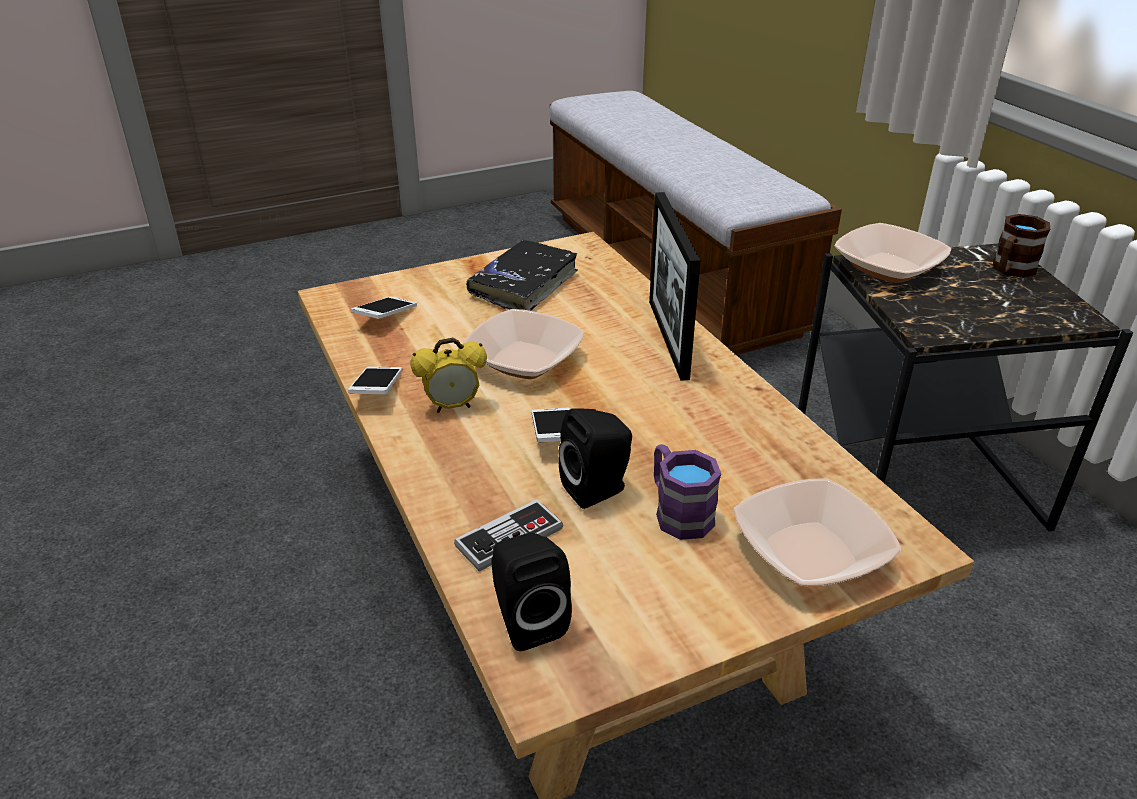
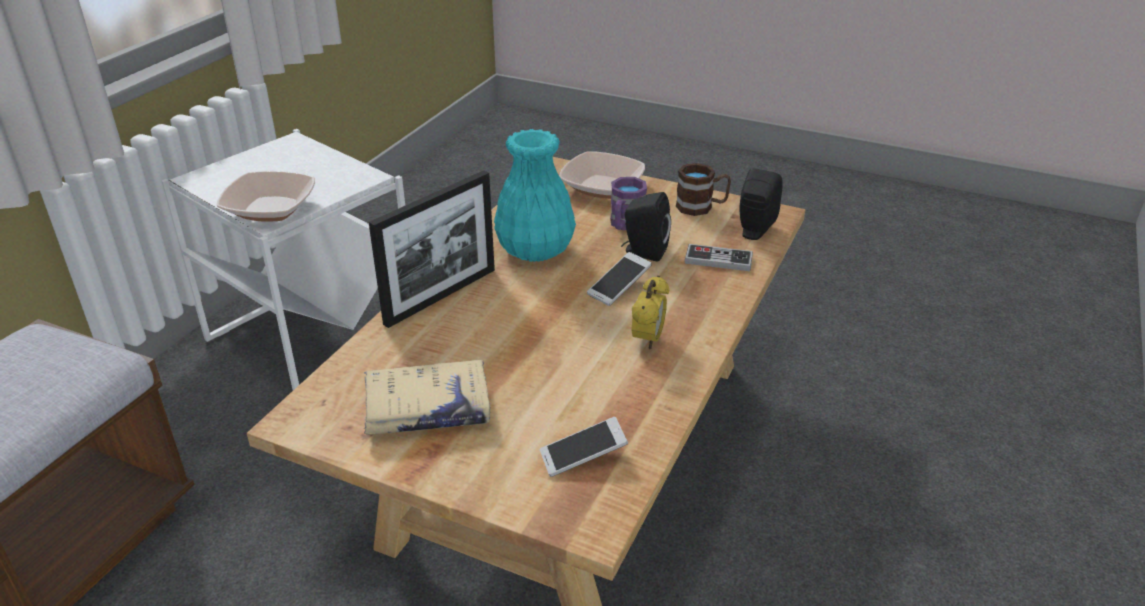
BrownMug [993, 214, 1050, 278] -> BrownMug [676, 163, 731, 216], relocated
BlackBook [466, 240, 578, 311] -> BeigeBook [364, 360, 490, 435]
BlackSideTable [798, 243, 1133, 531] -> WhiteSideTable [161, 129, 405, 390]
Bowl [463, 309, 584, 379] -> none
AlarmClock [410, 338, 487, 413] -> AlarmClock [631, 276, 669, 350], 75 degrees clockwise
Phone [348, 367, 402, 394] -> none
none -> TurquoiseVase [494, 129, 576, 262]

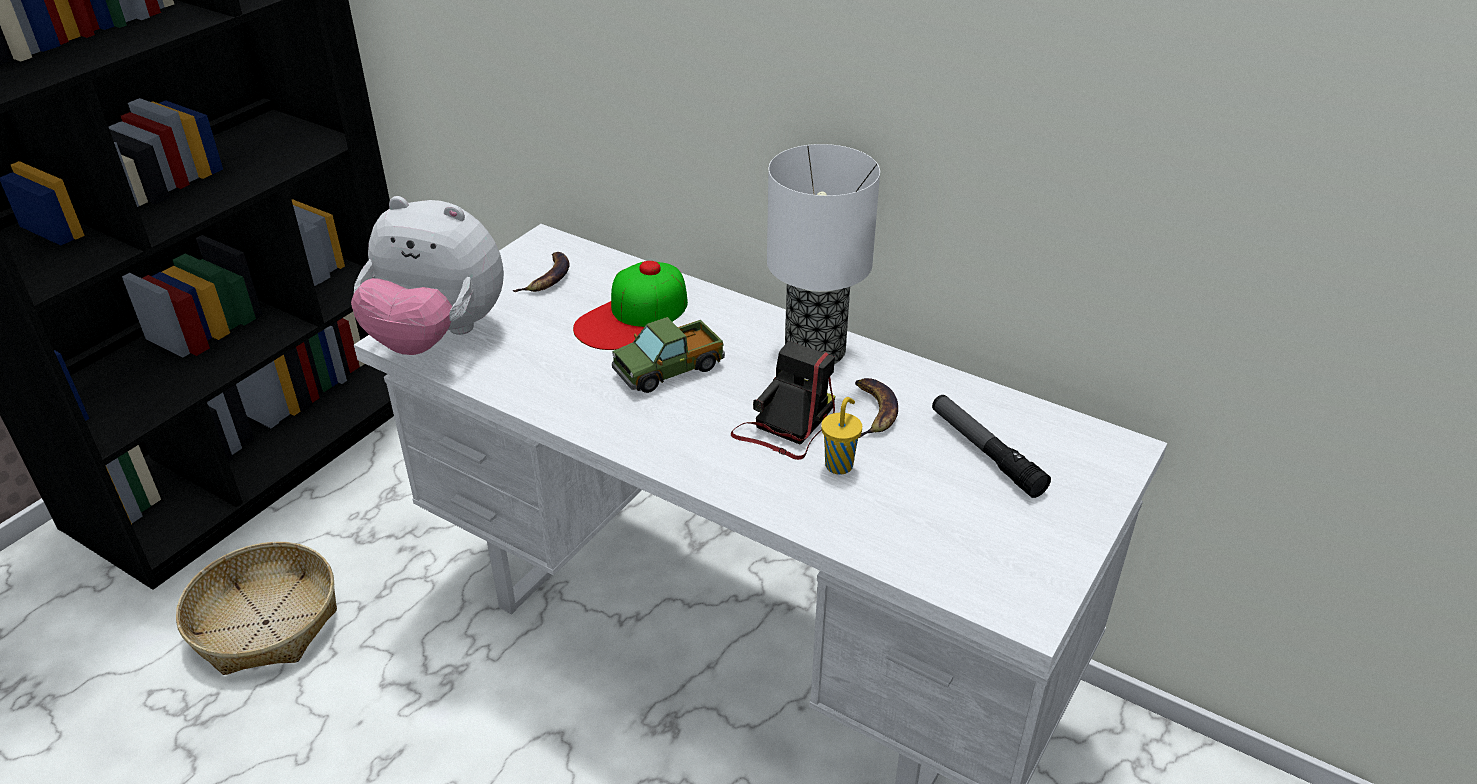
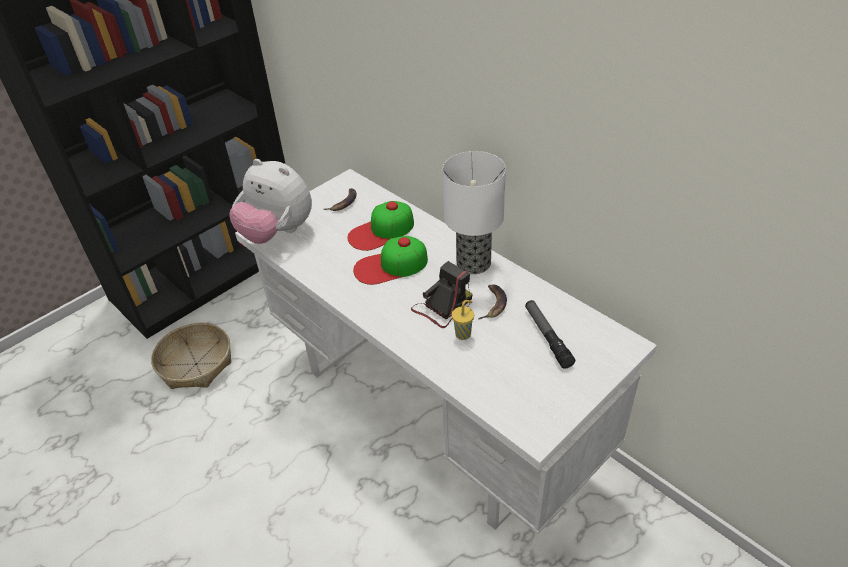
ToyTruck [612, 317, 725, 393] -> Cap [353, 236, 428, 285]

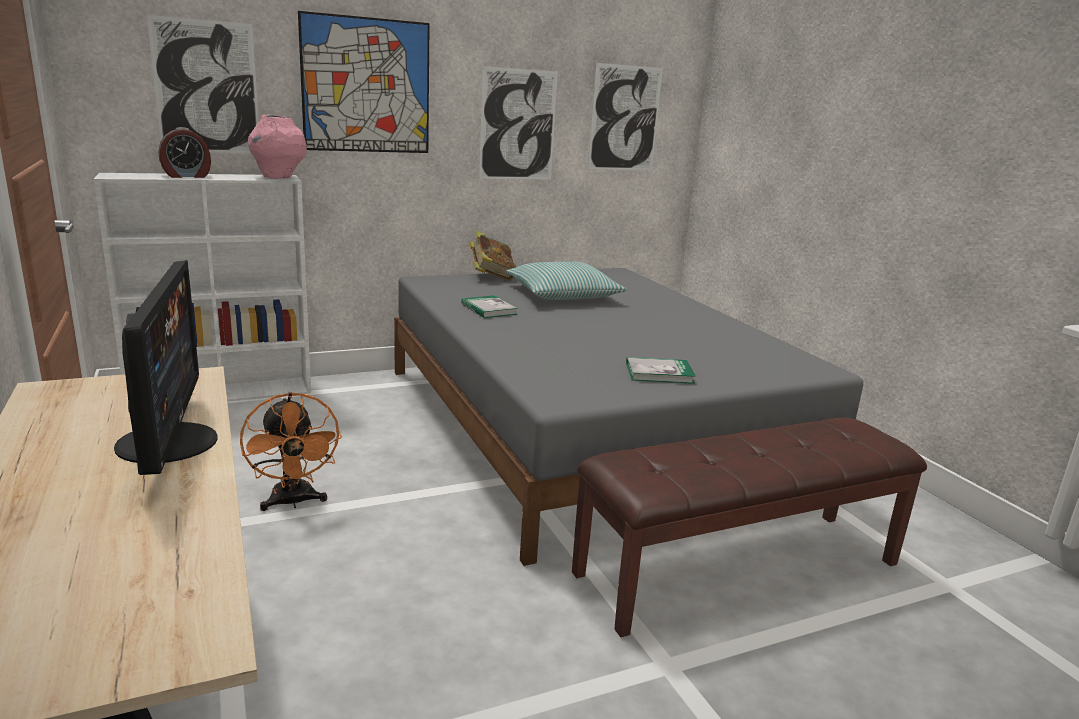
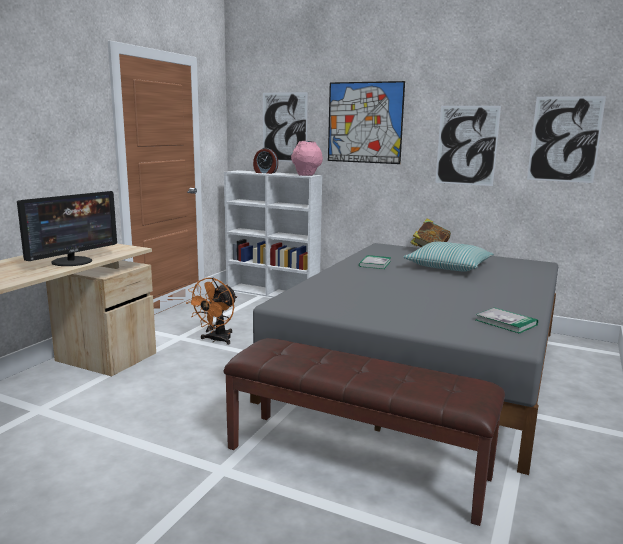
Book [626, 357, 696, 384] -> Book [476, 307, 538, 334], relocated

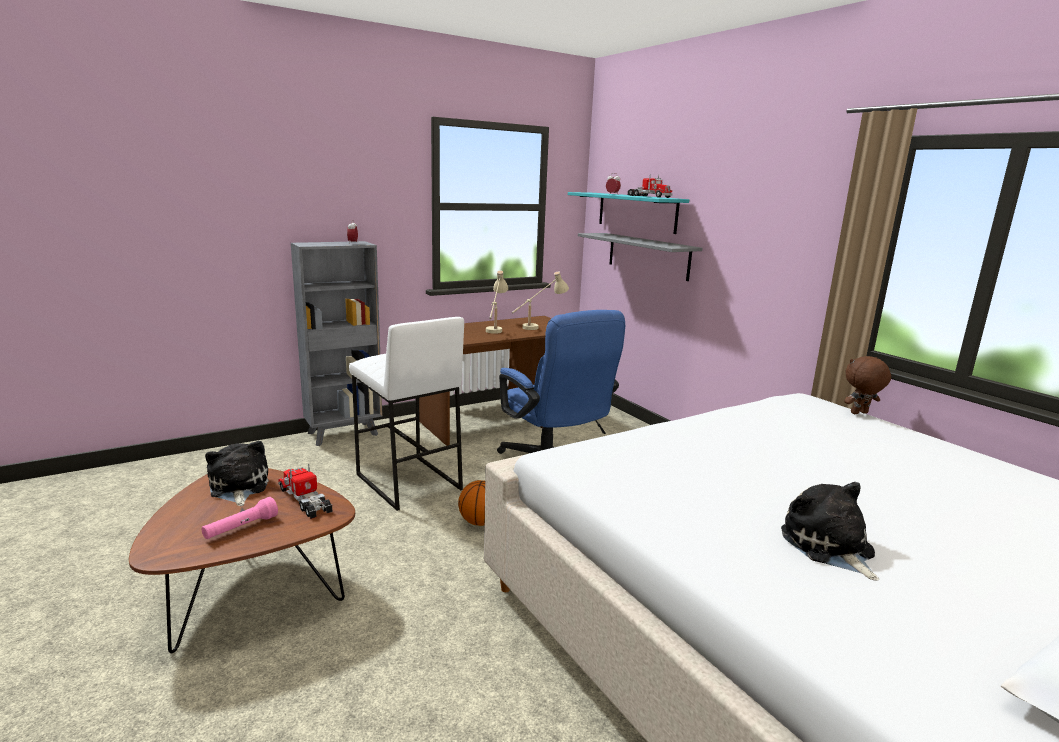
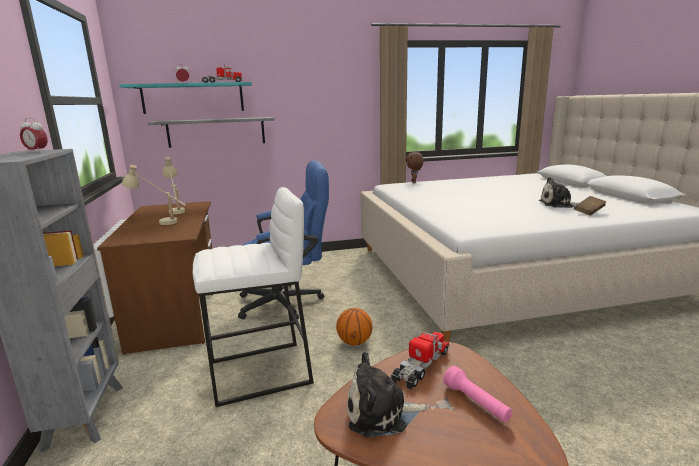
ToyTruck [278, 464, 332, 519] -> ToyTruck [391, 330, 449, 390], 150 degrees clockwise
none -> BrownBook [574, 196, 607, 216]

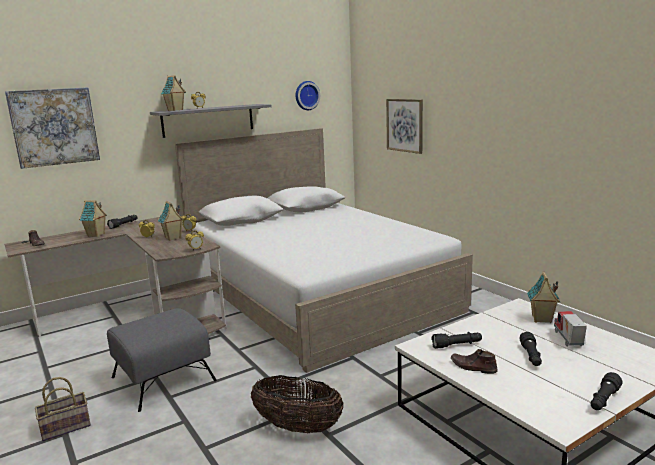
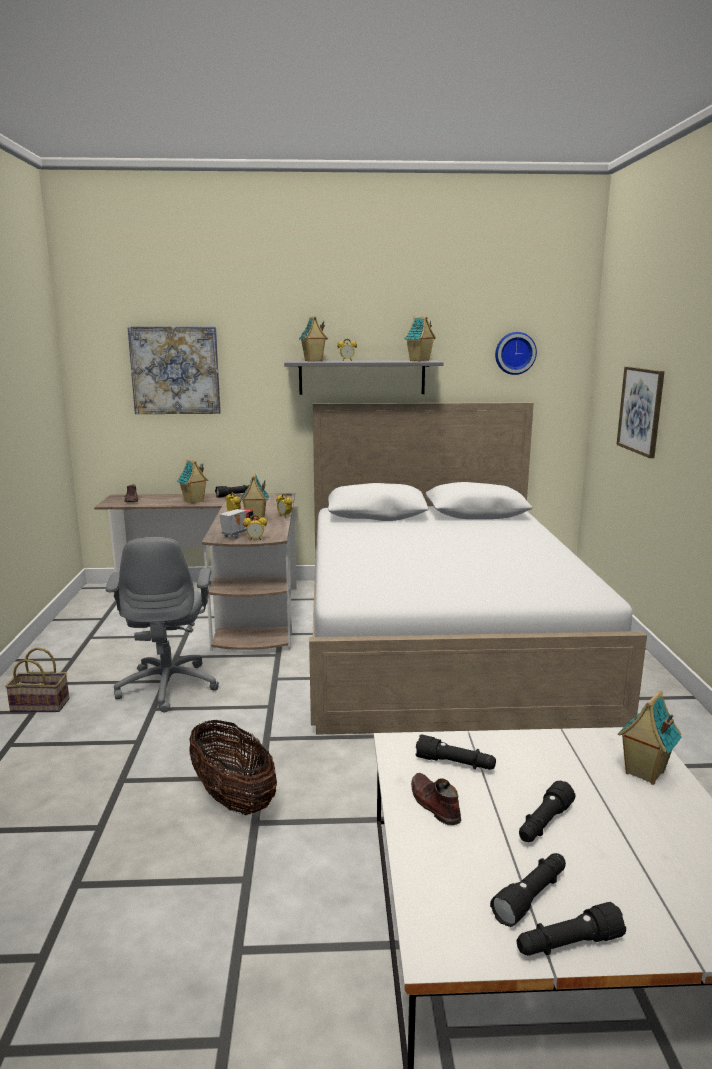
GreyOttoman [107, 308, 217, 412] -> GreyOfficeChair [106, 537, 219, 712]
ToyTruck [554, 311, 587, 347] -> ToyTruck [220, 508, 258, 539], relocated
none -> ToyHouse [405, 316, 436, 361]
none -> BlackFlashlight [490, 853, 566, 927]

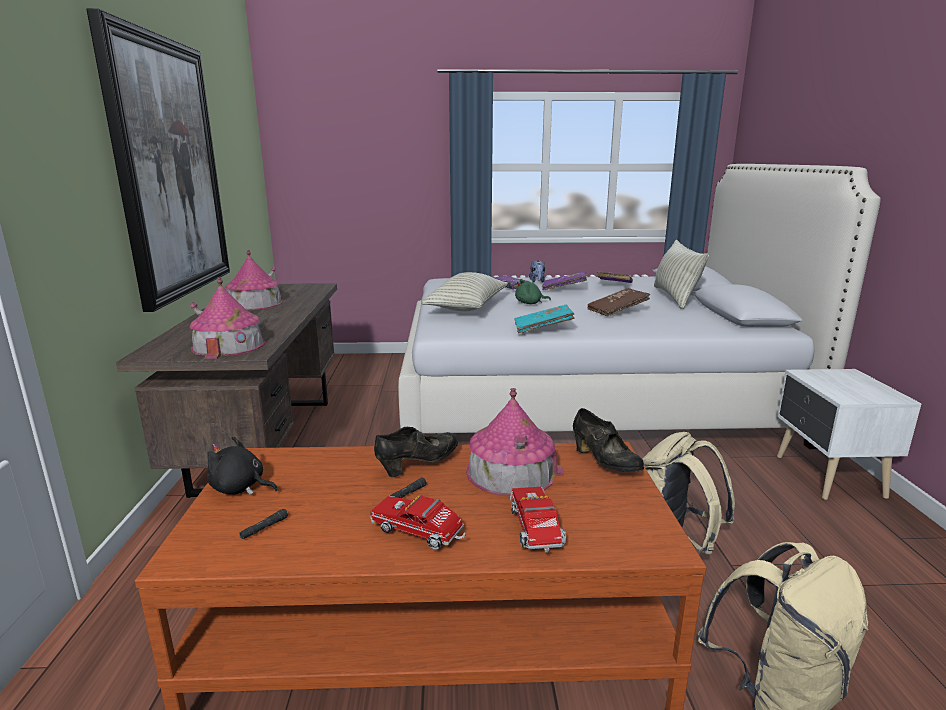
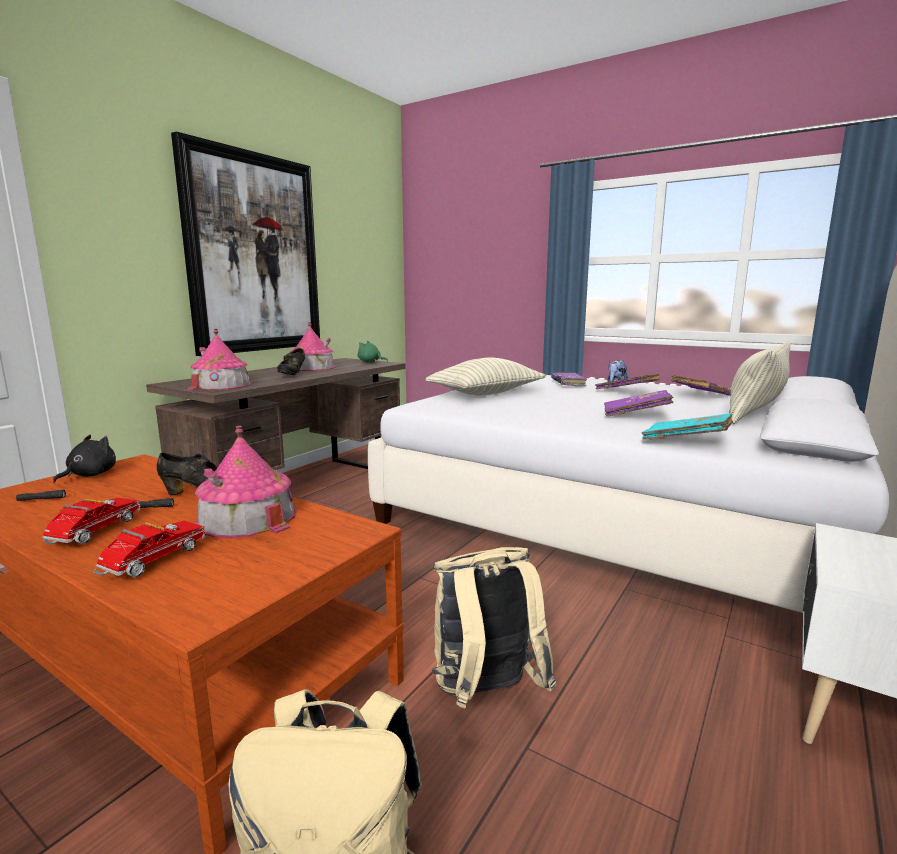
GreenPlushToy [515, 279, 551, 304] -> GreenPlushToy [358, 341, 388, 363], relocated
BrownBook [587, 288, 650, 316] -> PurpleBook [604, 390, 674, 416]
TurquoiseBook [514, 305, 575, 333] -> TurquoiseBook [642, 414, 733, 440], relocated
BlackShoe [573, 408, 644, 472] -> BlackShoe [277, 348, 305, 375], relocated
BlackPlushToy [207, 436, 278, 495] -> BlackPlushToy [53, 435, 116, 483], 60 degrees clockwise
ToyTruck [370, 495, 466, 549] -> ToyTruck [42, 498, 141, 544], 45 degrees clockwise

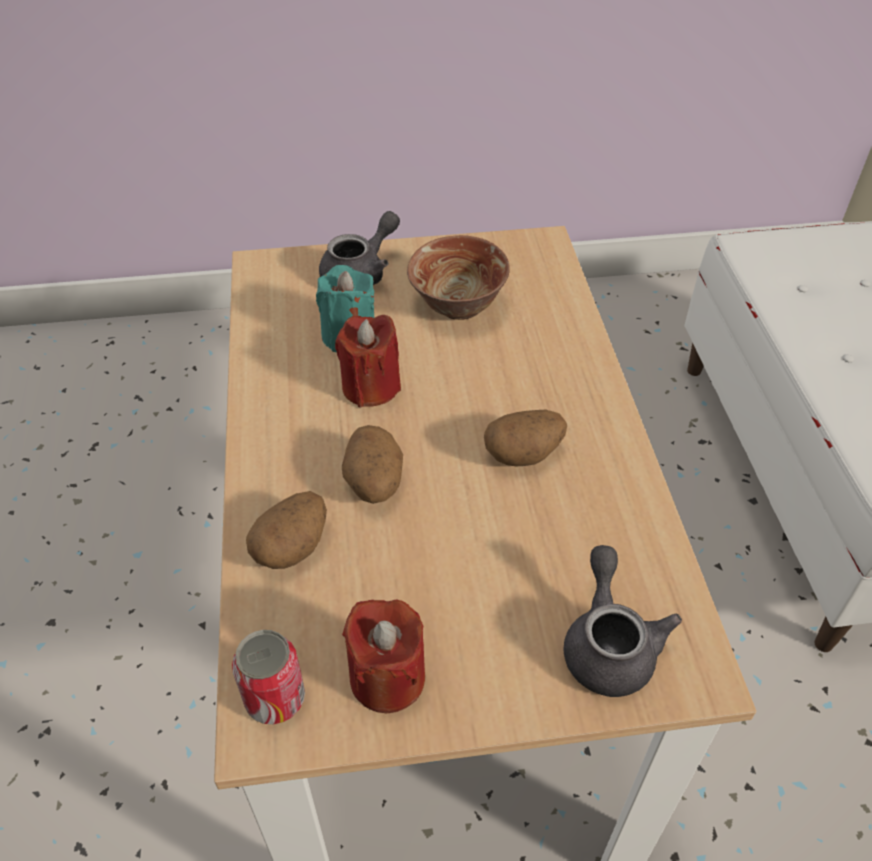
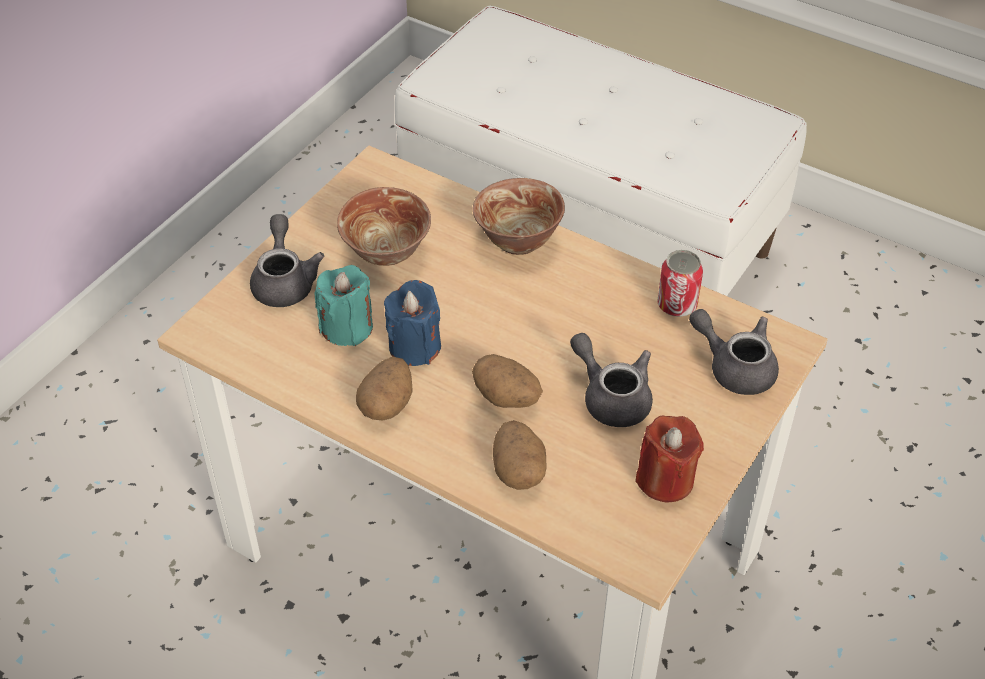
RedCandle [335, 315, 401, 408] -> BlueCandle [384, 280, 441, 366]
Potato [484, 410, 567, 467] -> Potato [356, 357, 413, 420], relocated
Can [232, 630, 305, 724] -> Can [658, 250, 703, 317], relocated
none -> Bowl [473, 178, 565, 255]
none -> GreyTeapot [570, 333, 653, 427]

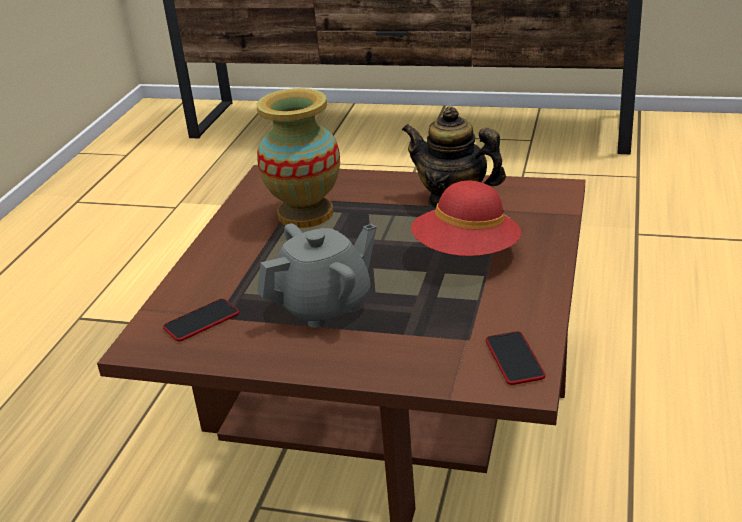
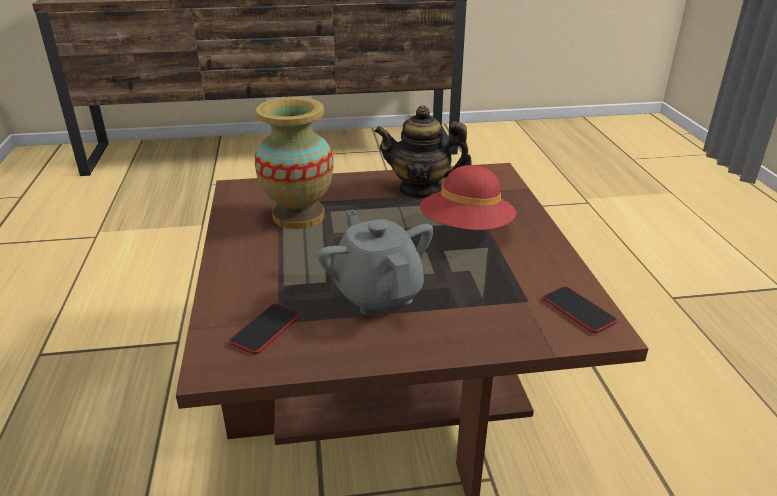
GreyTeapot [257, 224, 376, 328] -> GreyTeapot [317, 210, 434, 315], 60 degrees counterclockwise

